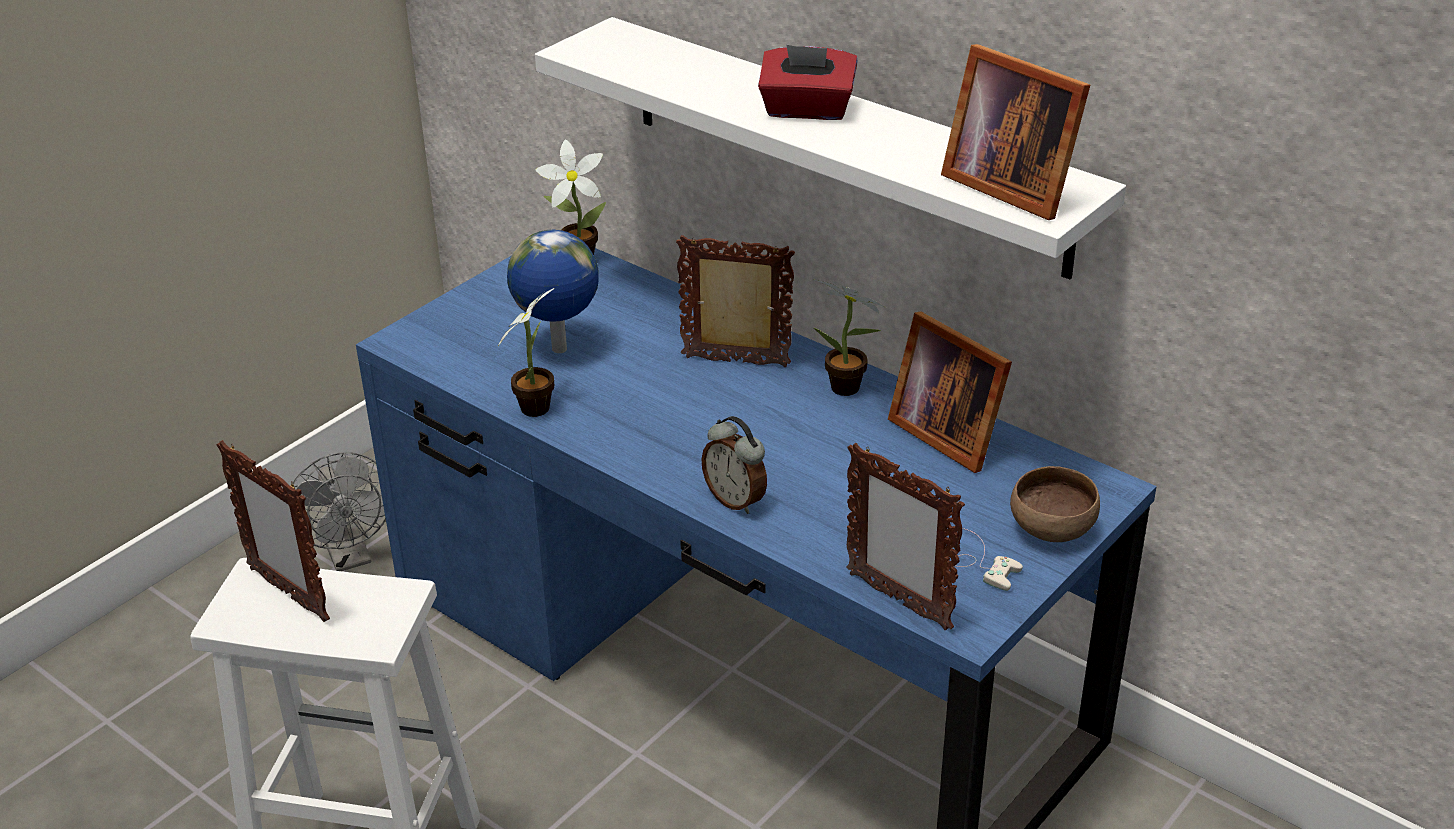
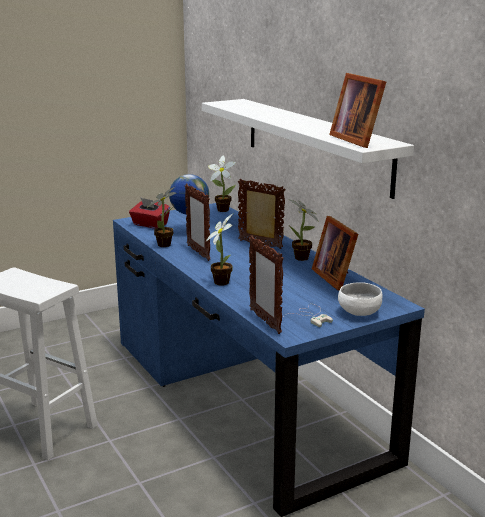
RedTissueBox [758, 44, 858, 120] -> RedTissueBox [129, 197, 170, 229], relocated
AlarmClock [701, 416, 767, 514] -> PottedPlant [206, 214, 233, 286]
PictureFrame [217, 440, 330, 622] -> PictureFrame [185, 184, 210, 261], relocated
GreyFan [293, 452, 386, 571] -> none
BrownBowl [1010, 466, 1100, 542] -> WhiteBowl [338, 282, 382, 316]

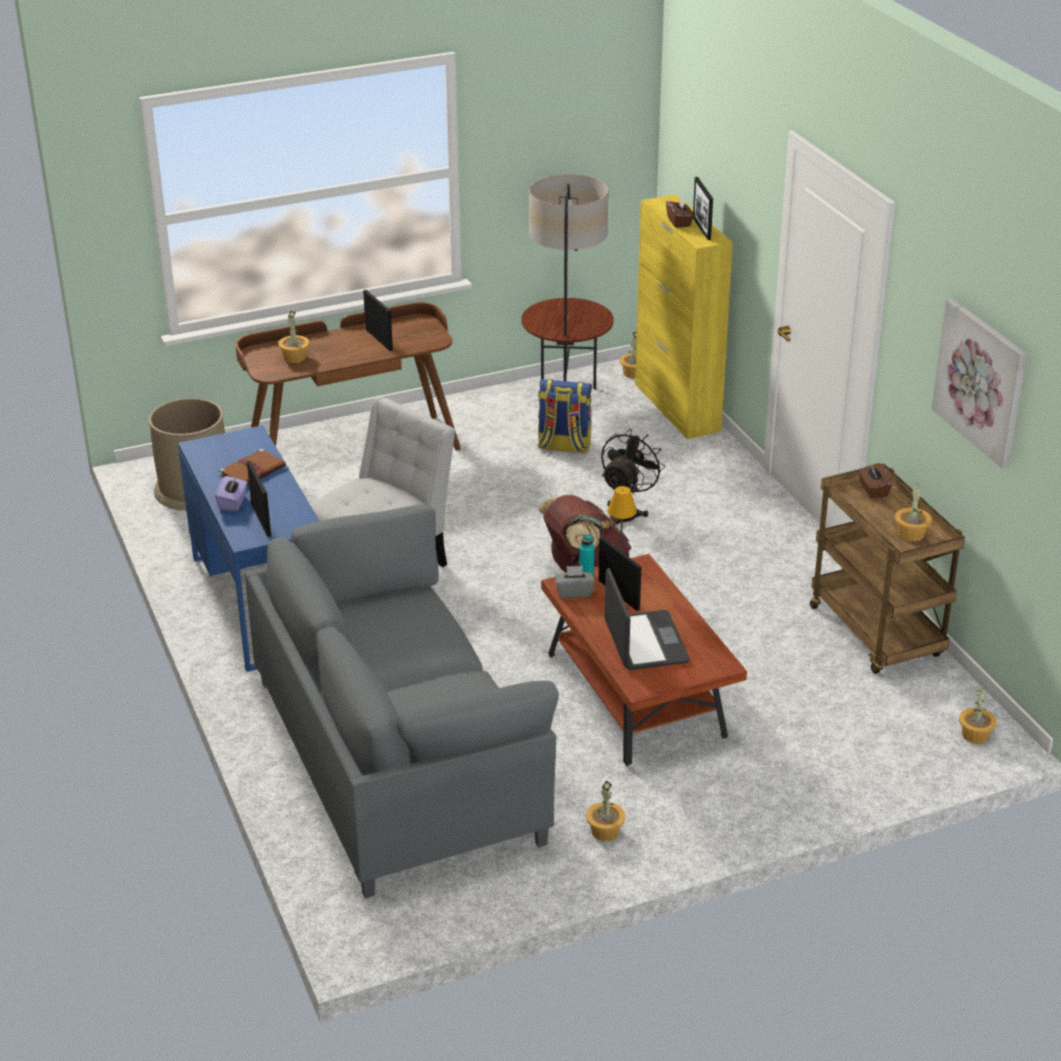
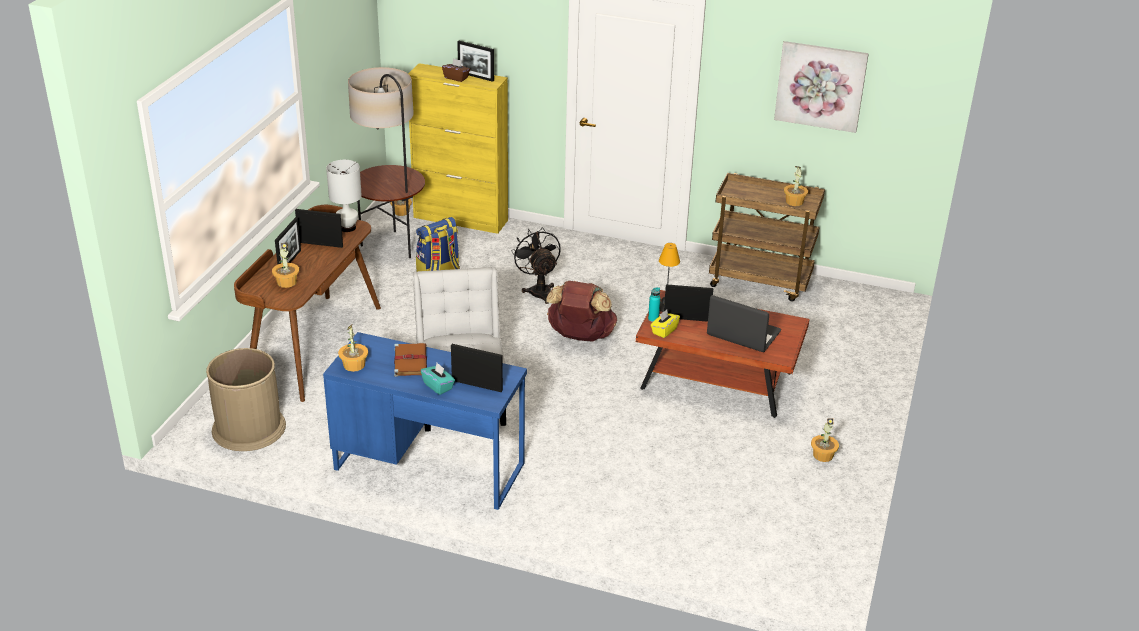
BrownTissueBox [858, 463, 892, 498] -> none
PurpleTissueBox [215, 475, 247, 511] -> TurquoiseTissueBox [421, 363, 455, 395]
GreySofa [245, 505, 559, 899] -> none
GreyTissueBox [555, 566, 595, 598] -> YellowTissueBox [650, 310, 680, 338]
PottedPlant [959, 687, 997, 744] -> PottedPlant [338, 324, 368, 372], relocated
none -> WhiteTableLamp [326, 160, 362, 232]
none -> PictureFrame [275, 217, 301, 265]

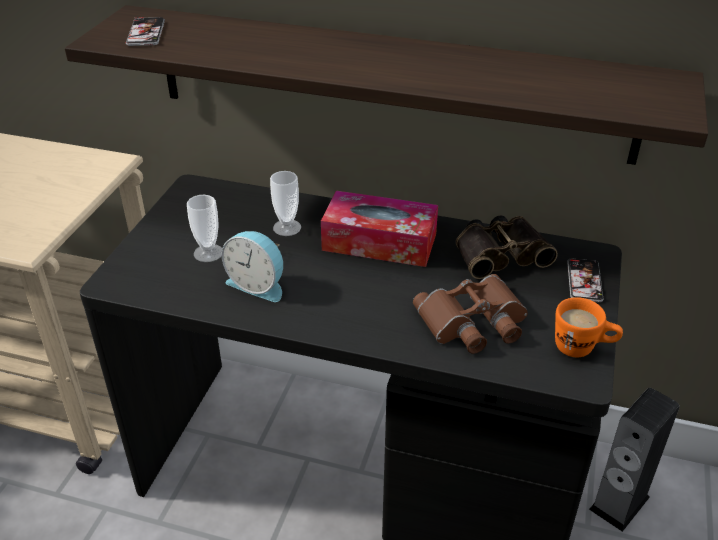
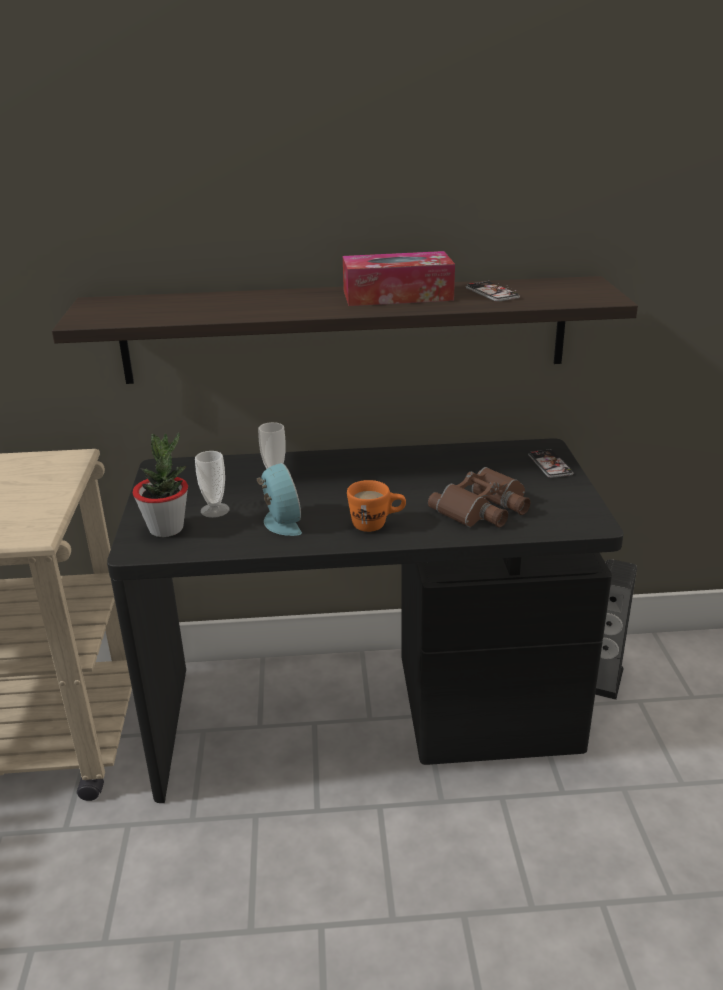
Phone [126, 17, 165, 46] -> Phone [466, 280, 520, 302], relocated
TissueBox [321, 191, 438, 267] -> TissueBox [343, 251, 455, 306], relocated
Binoculars [456, 215, 558, 279] -> none
AlarmClock [222, 231, 283, 302] -> AlarmClock [257, 463, 302, 536], 120 degrees counterclockwise
OrangeMug [555, 297, 623, 357] -> OrangeMug [347, 480, 406, 532], relocated
none -> PottedPlant [133, 432, 188, 537]

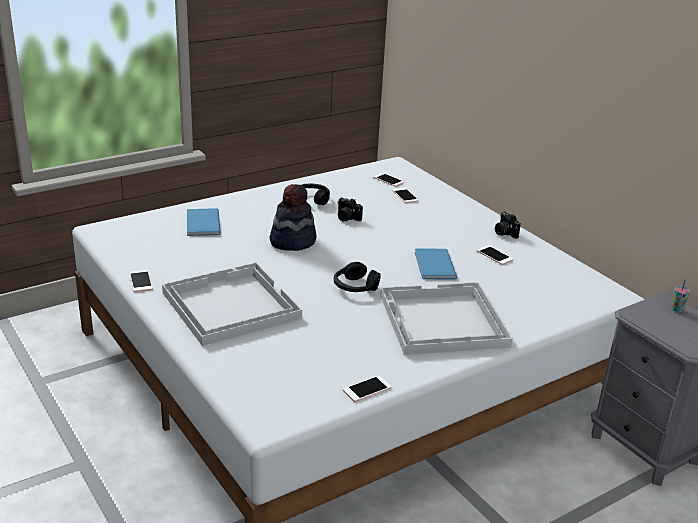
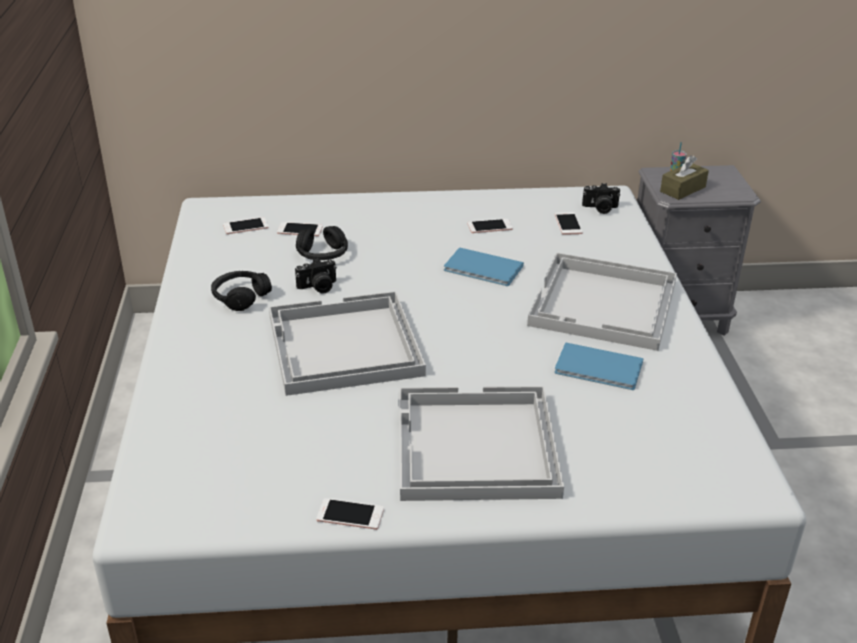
Hat [270, 184, 316, 251] -> WhiteTray [269, 291, 426, 396]
BlueBook [187, 208, 221, 236] -> BlueBook [554, 342, 644, 390], relocated
PhotoCamera [495, 212, 521, 239] -> PhotoCamera [582, 183, 620, 214], relocated
BlackHeadphones [334, 262, 381, 292] -> BlackHeadphones [296, 226, 348, 260], relocated
Phone [343, 376, 391, 402] -> Phone [555, 212, 583, 235], relocated
none -> BrownTissueBox [660, 155, 709, 200]

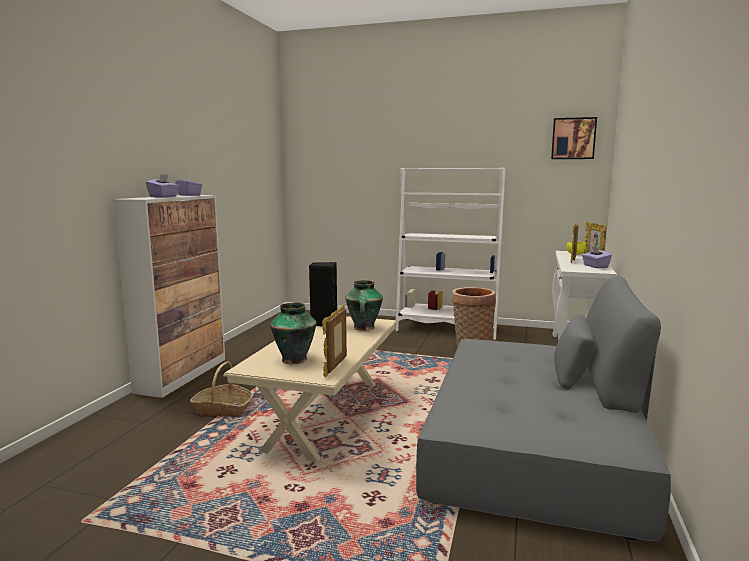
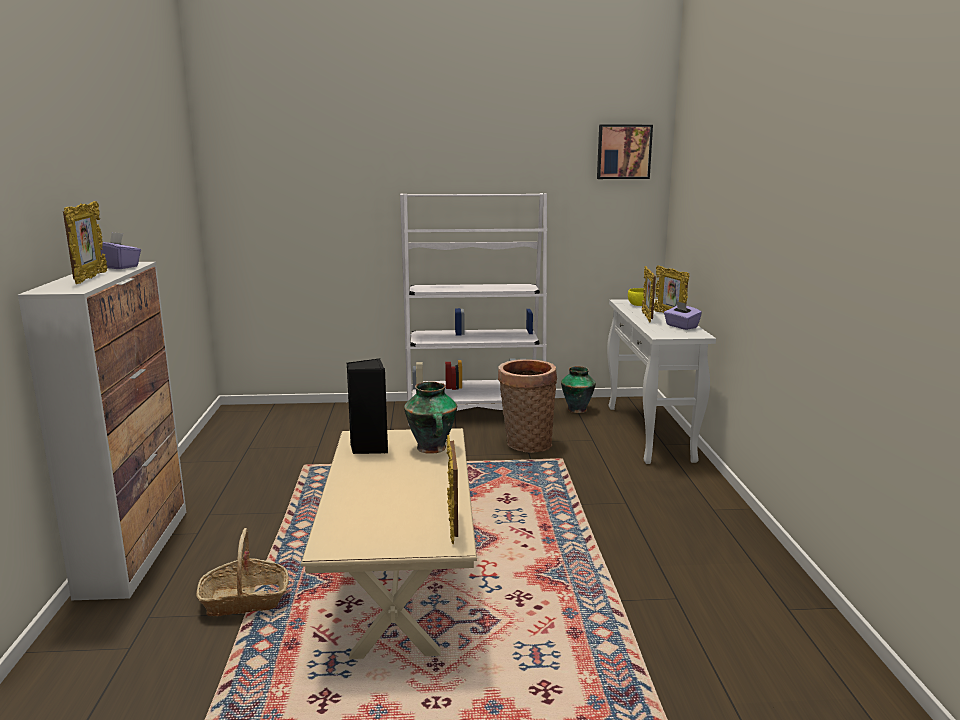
PurpleTissueBox [146, 174, 179, 197] -> PictureFrame [63, 201, 107, 284]
GreySofa [416, 277, 671, 541] -> none
Vase [270, 302, 317, 364] -> Vase [561, 366, 596, 413], relocated

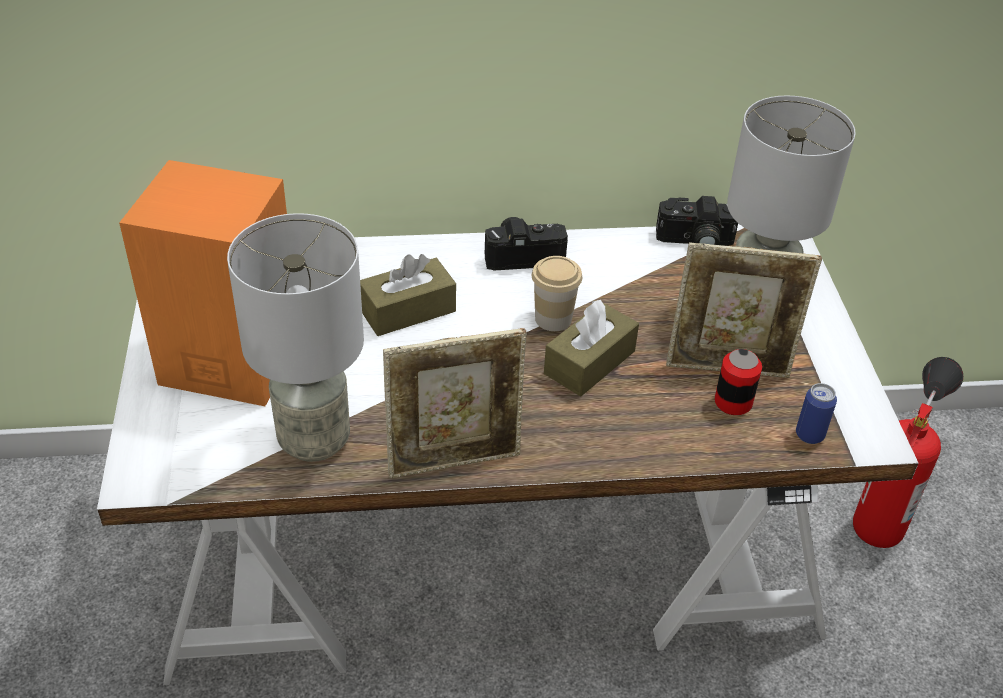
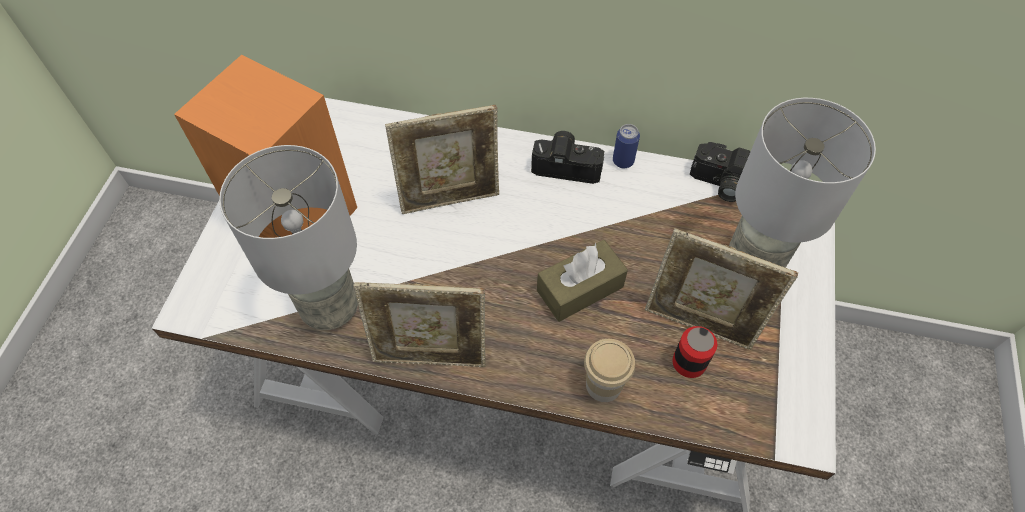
BrownTissueBox [360, 254, 456, 336] -> PictureFrame [385, 105, 499, 214]
Cup [532, 256, 582, 331] -> Cup [584, 339, 635, 402], relocated
FireExtinguisher [853, 357, 963, 548] -> none
Can [796, 383, 837, 444] -> Can [613, 124, 640, 168], relocated

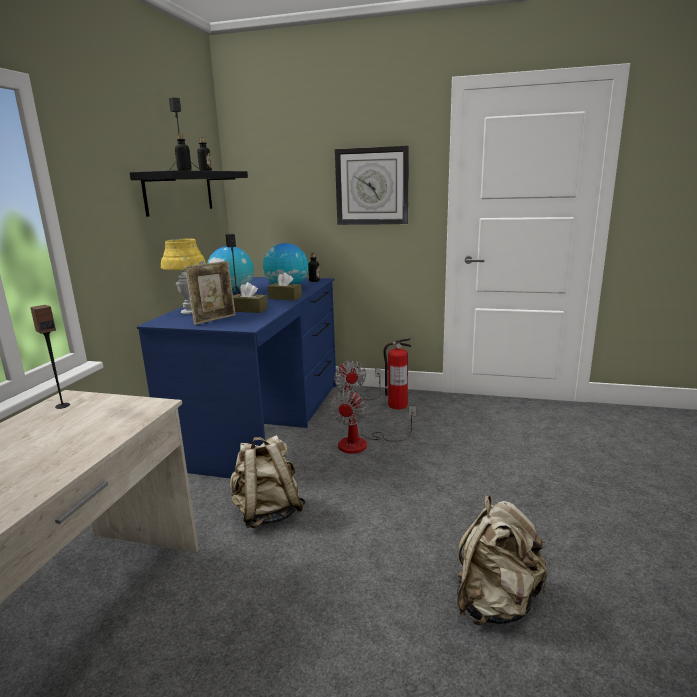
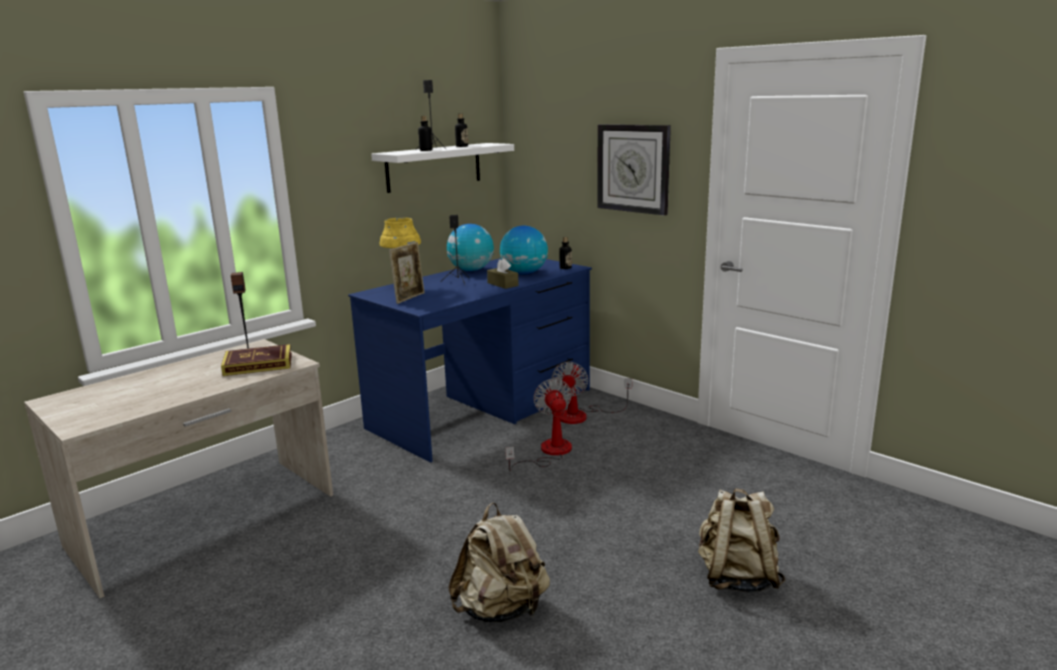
BlackShelf [129, 170, 248, 217] -> WhiteShelf [371, 143, 514, 193]
PictureFrame [185, 261, 236, 325] -> PictureFrame [389, 242, 425, 304], 45 degrees counterclockwise
BrownTissueBox [233, 282, 268, 313] -> none
FireExtinguisher [383, 338, 411, 409] -> none
Fan [329, 390, 416, 454] -> Fan [506, 378, 572, 471], 120 degrees clockwise
BeigeBackpack [230, 435, 306, 528] -> BeigeBackpack [698, 488, 785, 593], relocated
none -> Book [221, 344, 292, 376]

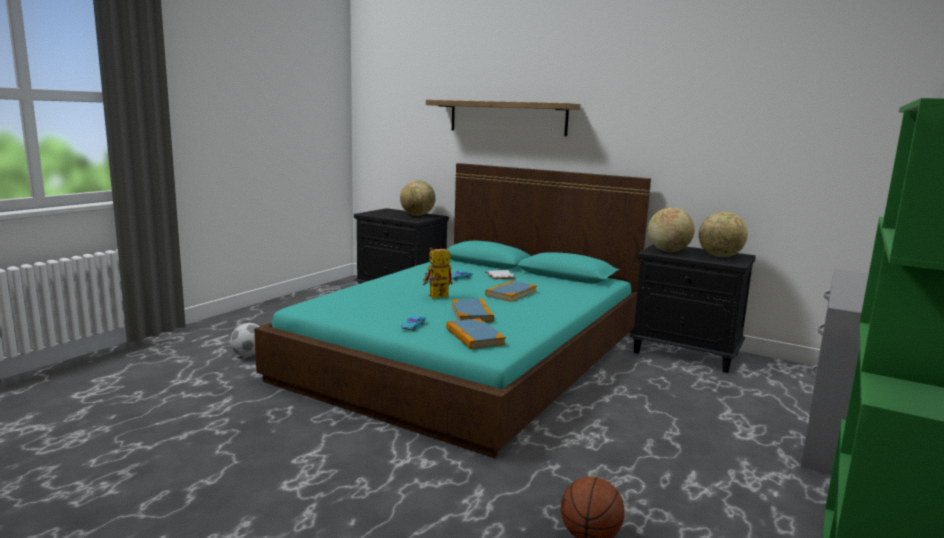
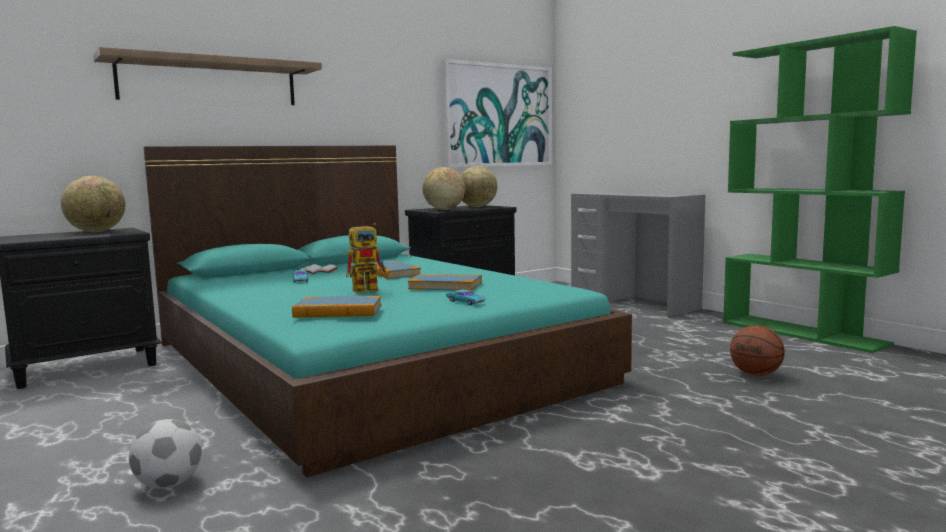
ToyRobot [423, 248, 453, 298] -> ToyRobot [346, 223, 386, 293], 120 degrees counterclockwise
Book [446, 319, 506, 349] -> Book [292, 296, 382, 318], relocated
none -> Picture [442, 59, 552, 168]

